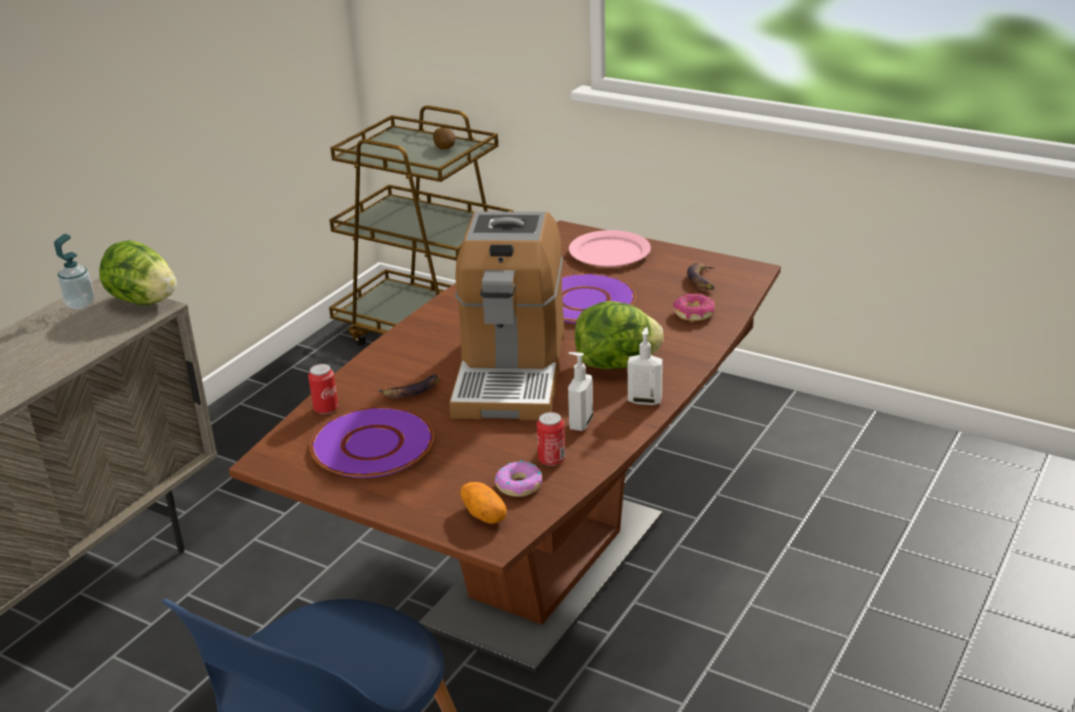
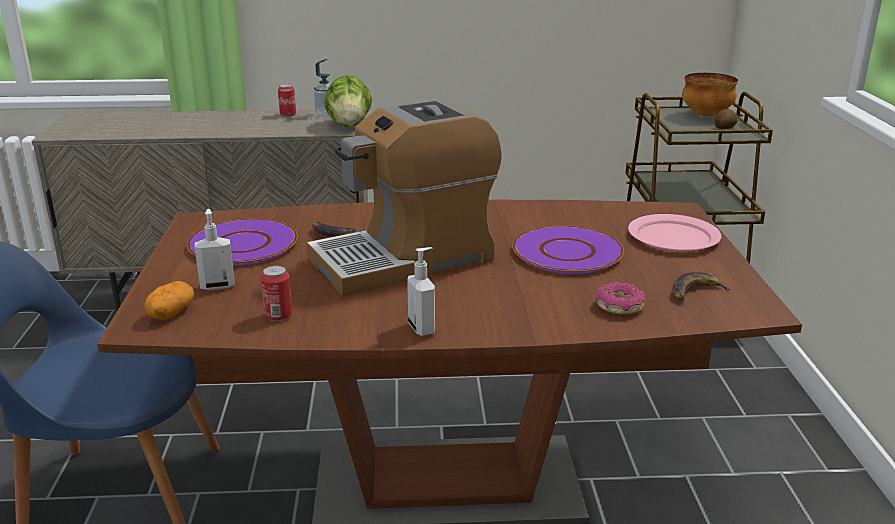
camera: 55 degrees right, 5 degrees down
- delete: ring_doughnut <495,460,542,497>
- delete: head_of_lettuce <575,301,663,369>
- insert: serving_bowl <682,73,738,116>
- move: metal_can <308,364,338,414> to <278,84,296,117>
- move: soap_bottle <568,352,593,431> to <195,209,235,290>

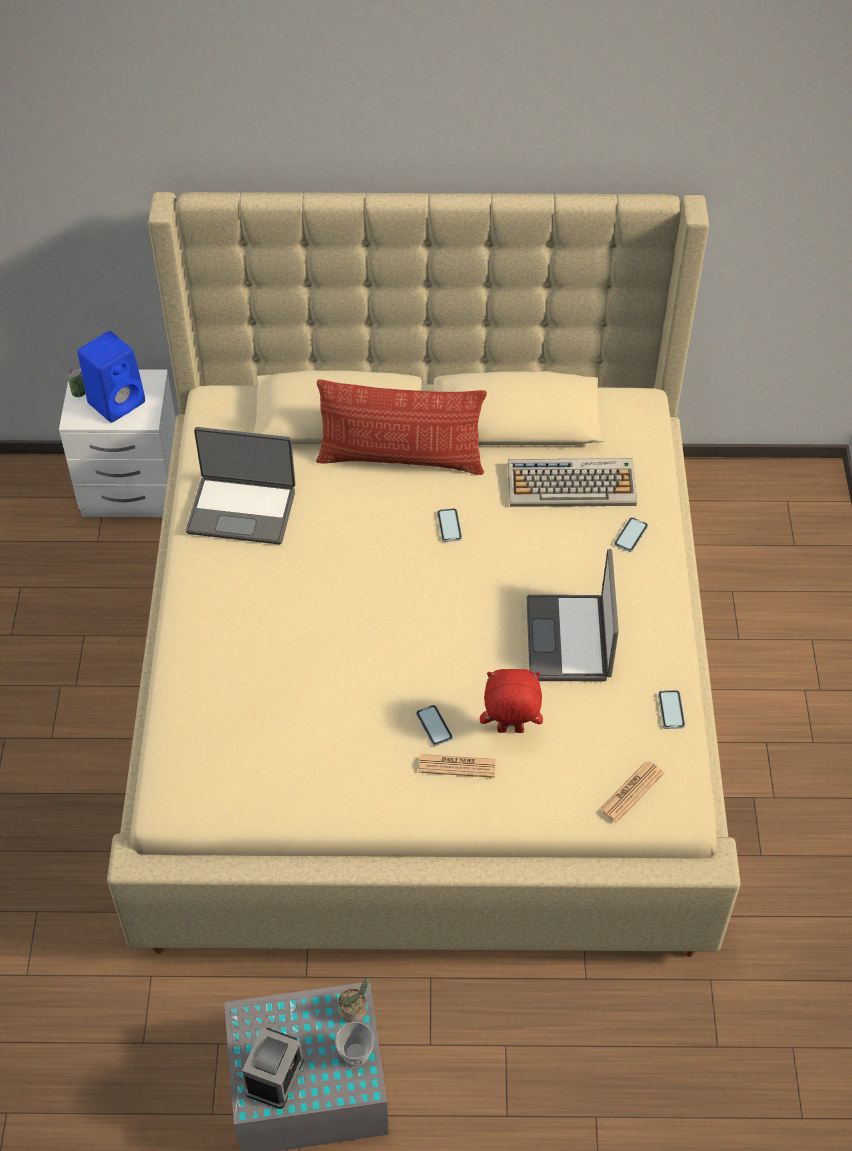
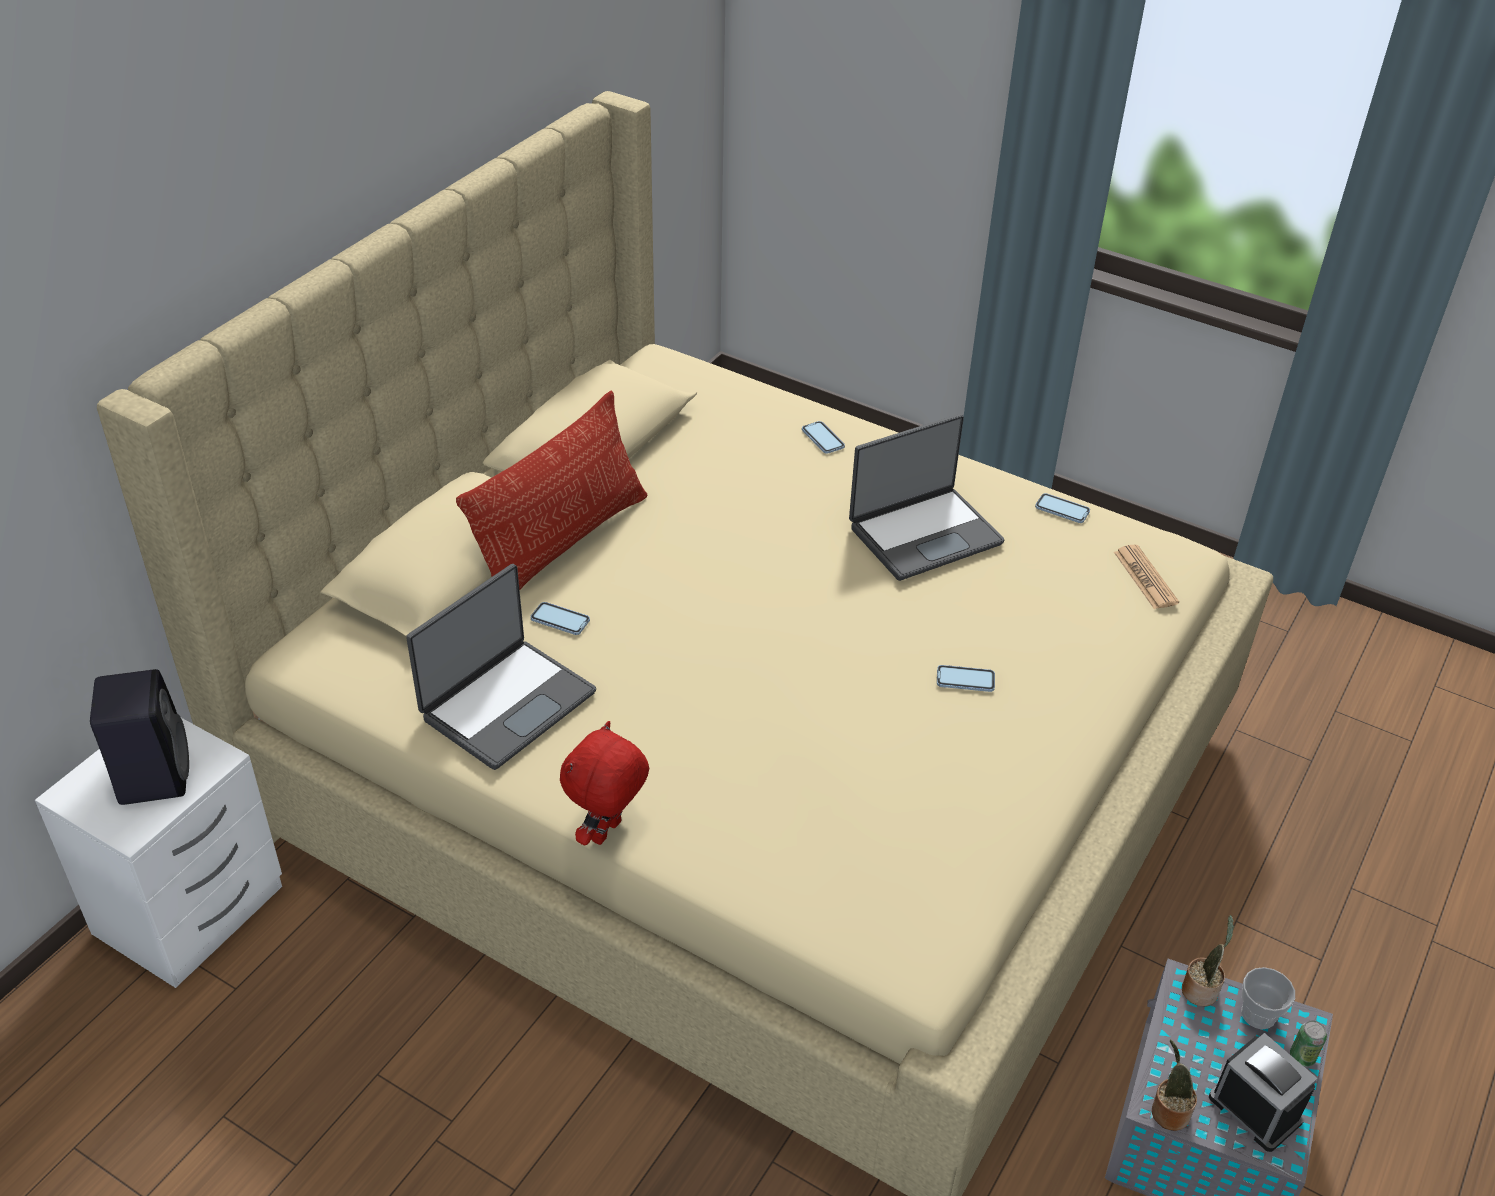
camera: 60 degrees left, 10 degrees down
- delete: printed_paper <419,754,496,778>
- delete: PC_keyboard <508,458,637,507>
- insert: houseplant <1152,1039,1197,1131>
- move: metal_can <67,368,86,397> to <1290,1020,1327,1067>
- move: handset <437,508,462,542> to <531,602,590,635>
- move: red_plush_toy <480,669,543,733> to <560,721,649,846>
- recolor: bluish_loudspeaker <78,331,145,423> to black-coloured_loudspeaker <90,669,189,805>
- rotate: portable_computer <527,549,619,681> = <849,414,1004,581> 60 degrees counterclockwise

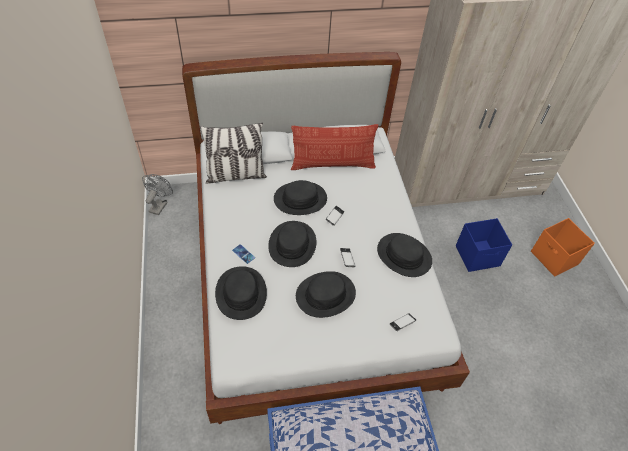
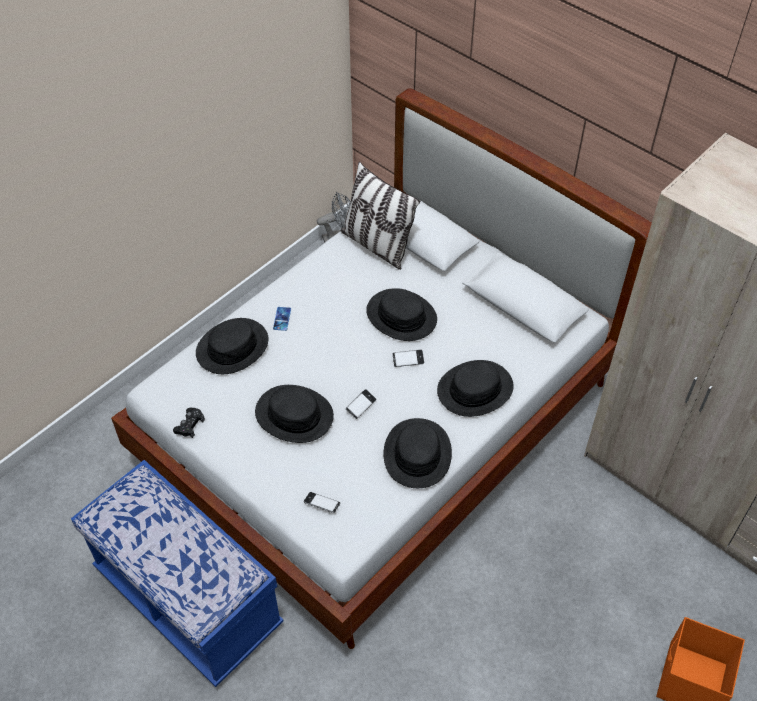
camera: 55 degrees right, 0 degrees up
- delete: throw_pillow <291,124,379,170>
- delete: bluish_storage_box <456,218,512,272>
- insert: black-coloured_game_controller <173,408,205,438>
- move: black-coloured_hat <268,221,316,267> to <437,360,514,417>

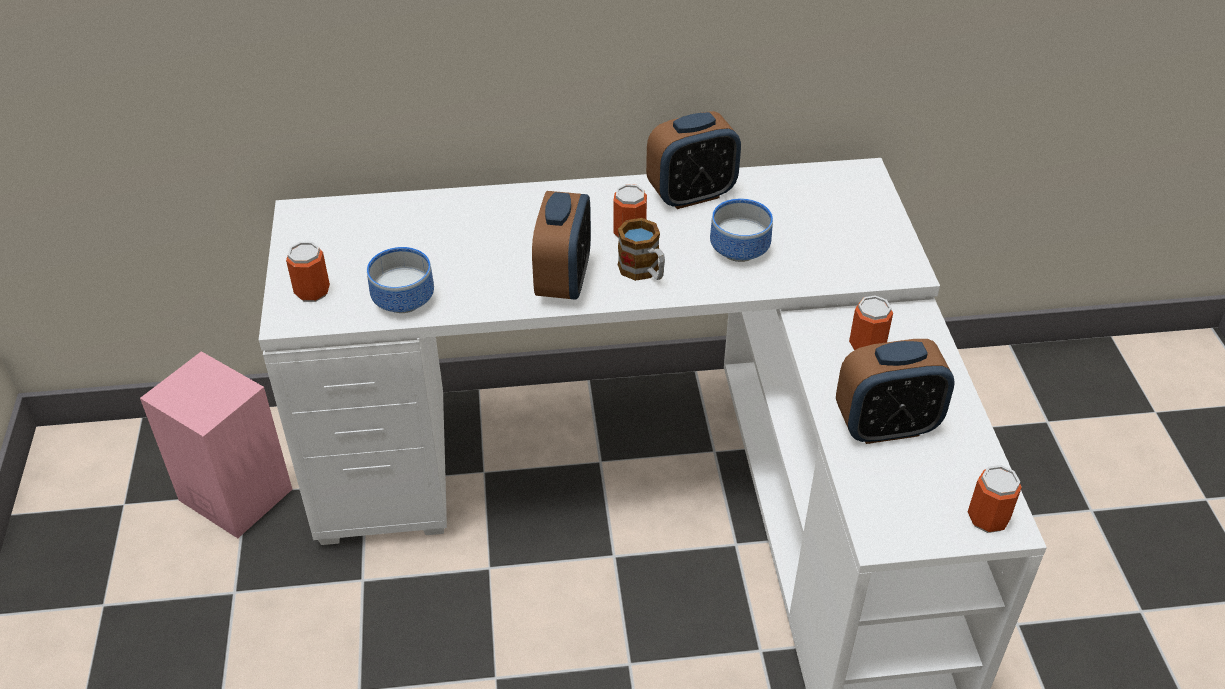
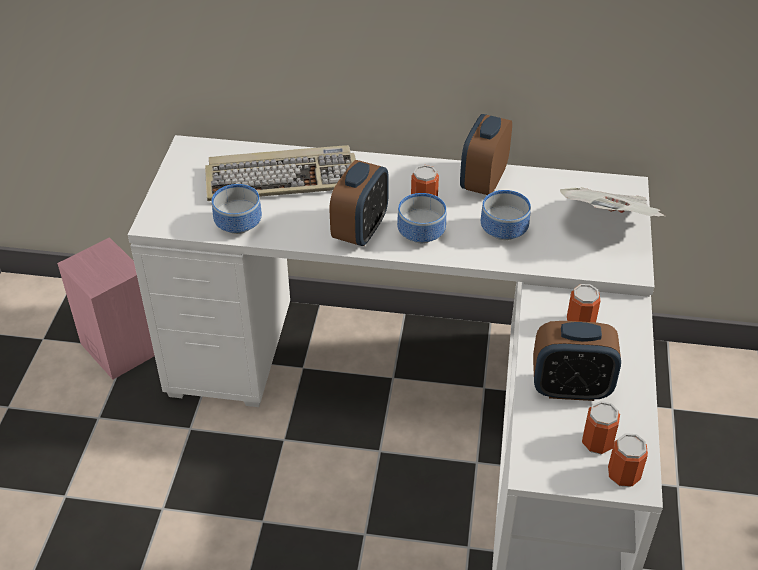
camera: 15 degrees right, 0 degrees up
- insert: PC_keyboard <205,145,356,201>
- insert: printed_paper <560,187,665,216>
- move: metal_can <286,242,330,302> to <582,401,620,454>
- replace: mug <618,218,665,281> to serving_bowl <397,193,446,243>
- rotate: bedside_clock <646,111,741,209> = <460,114,512,195> 120 degrees clockwise

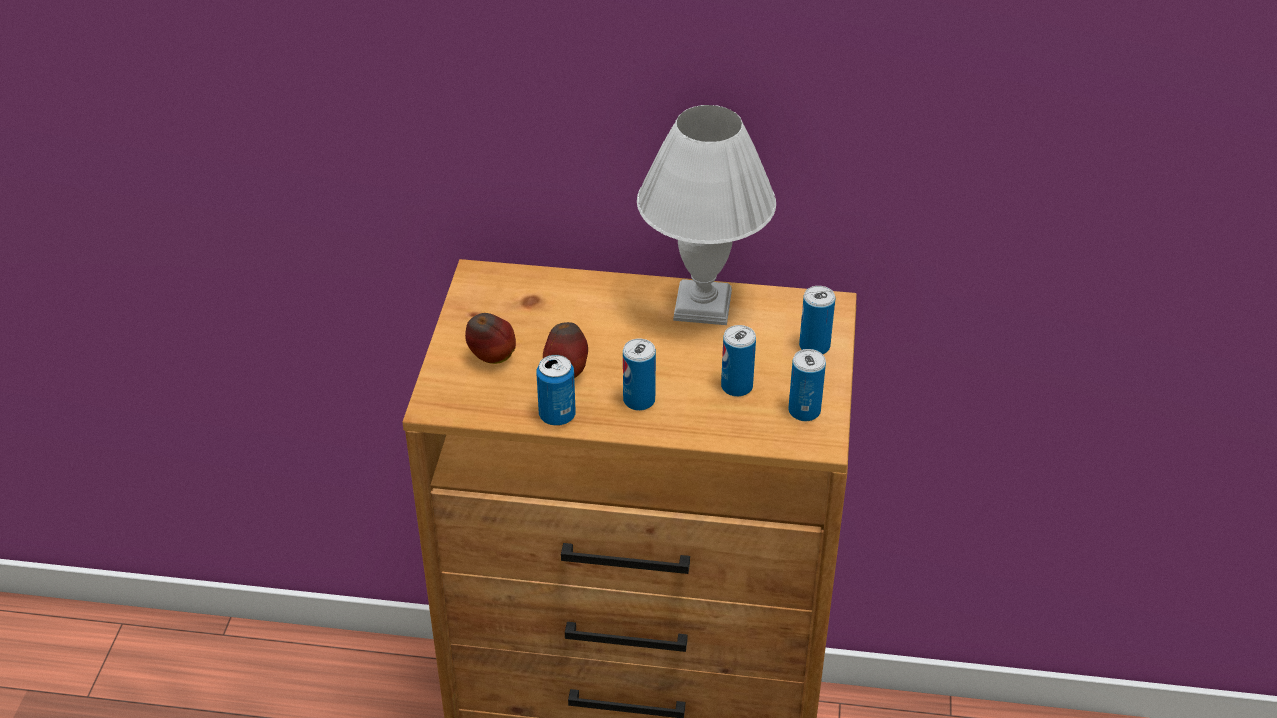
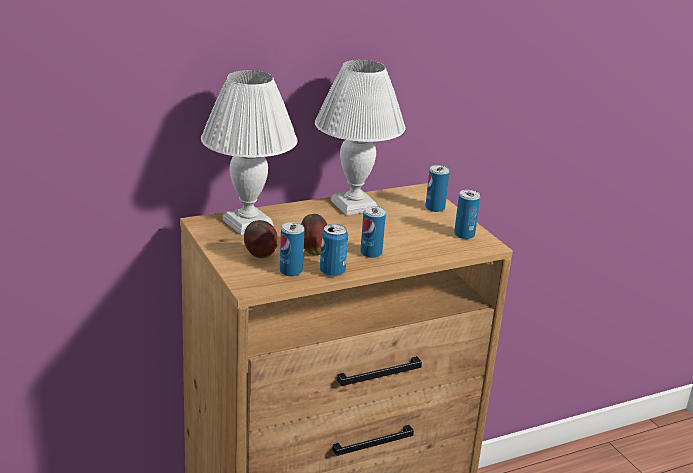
camera: 35 degrees left, 15 degrees down
- insert: white_table_lamp <201,70,298,235>
- move: metal_can <721,325,756,397> to <280,222,305,276>

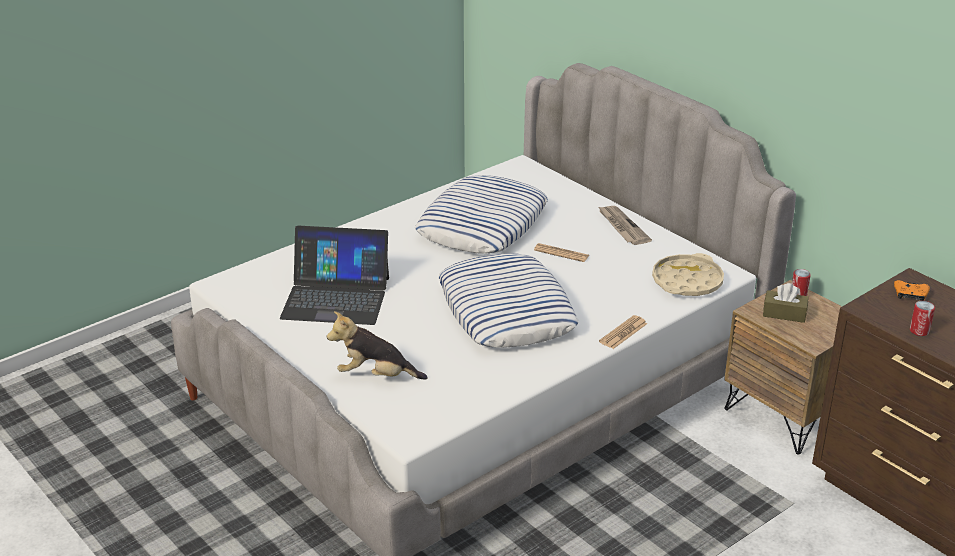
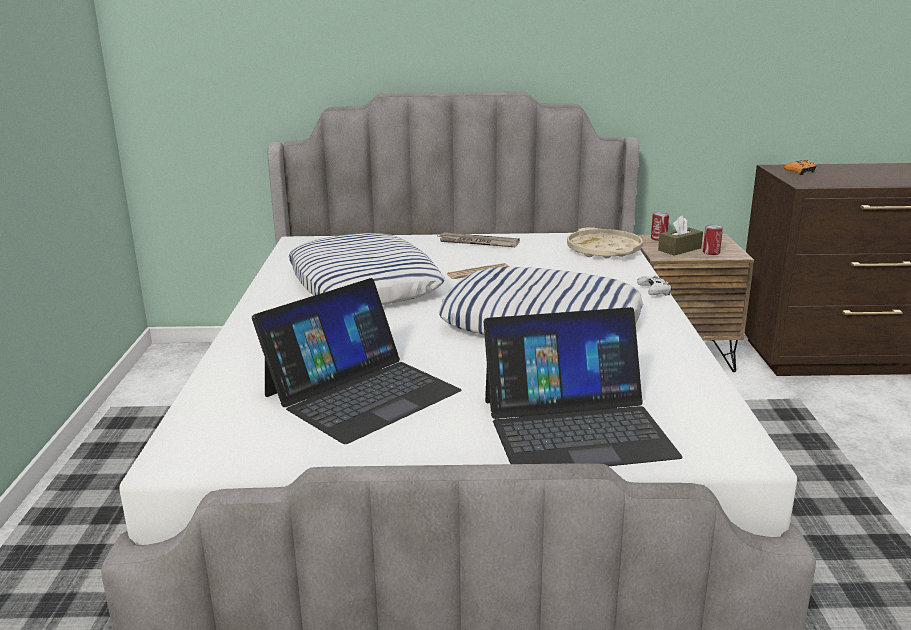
camera: 50 degrees left, 10 degrees down
- move: metal_can <910,301,935,336> to <703,225,723,255>
- replace: plush_toy <327,311,427,380> to portable_computer <483,307,682,466>
- replace: printed_paper <599,315,647,349> to white_game_controller <637,275,672,296>

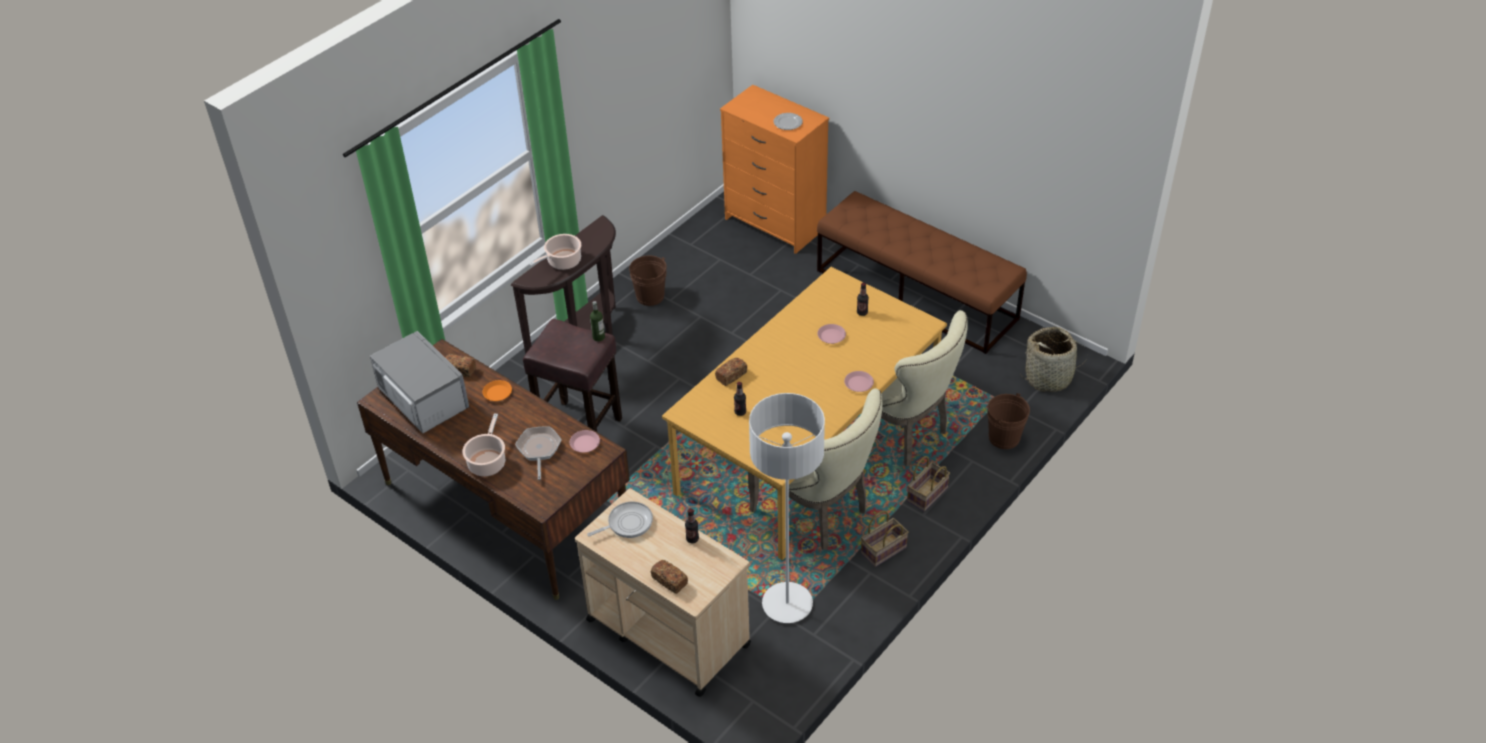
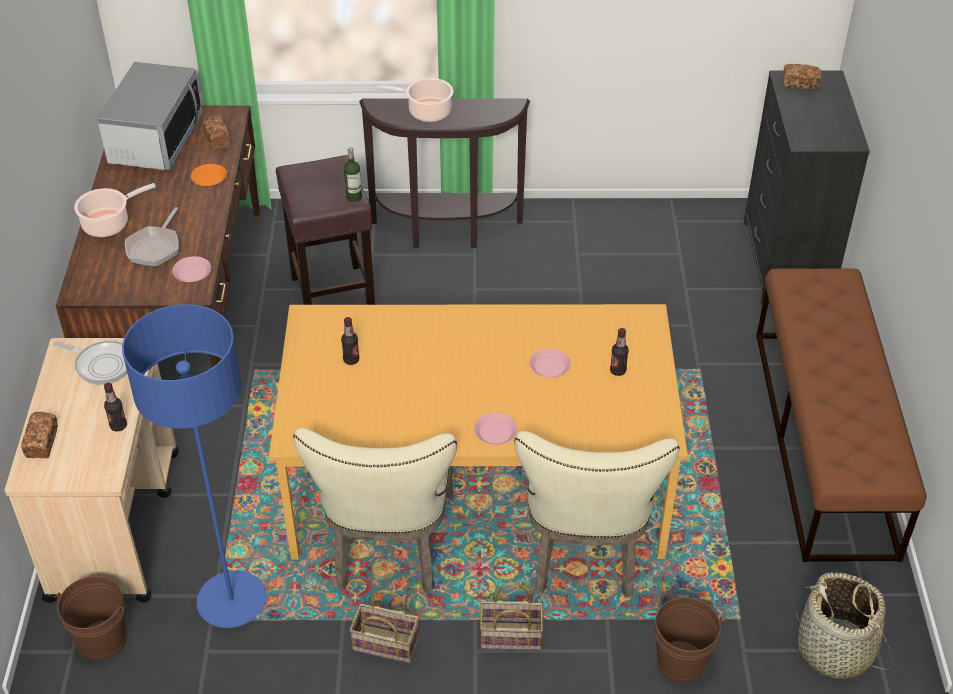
camera: 50 degrees right, 0 degrees up
- delete: plate <773,113,803,130>
- move: brown-coloured_water_bucket <629,255,667,306> to <54,576,126,660>
- move: bakery_bread <715,358,747,386> to <783,64,821,89>
- recolor: orangey_dresser <720,85,829,254> to black-coloured_dresser <744,70,870,304>
- recolor: white_standing_lamp <749,393,825,623> to bluish_standing_lamp <122,304,266,628>
- rotate: frying_pan <515,426,562,480> = <125,207,179,266> 150 degrees clockwise

